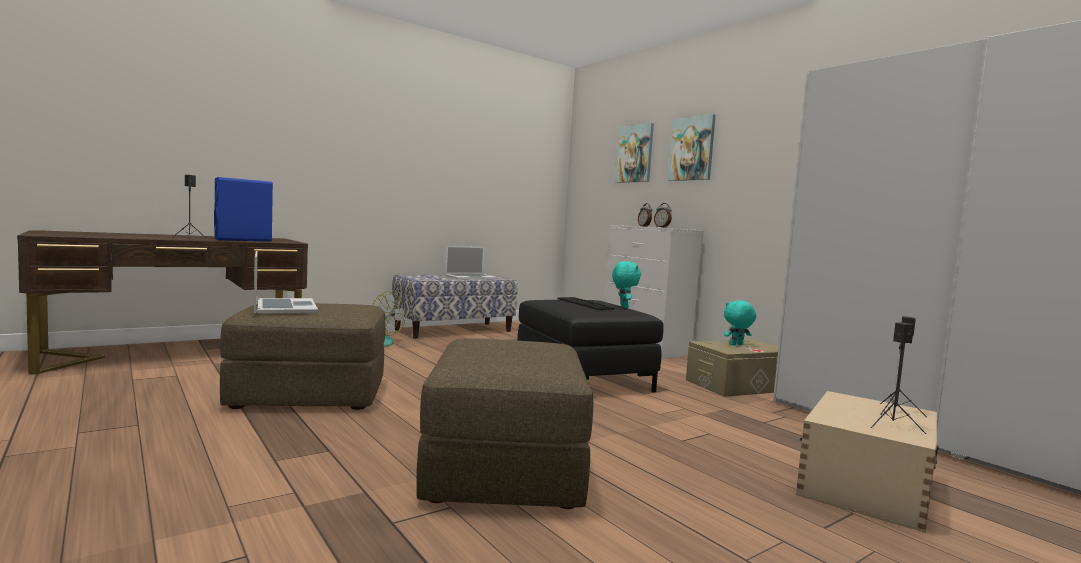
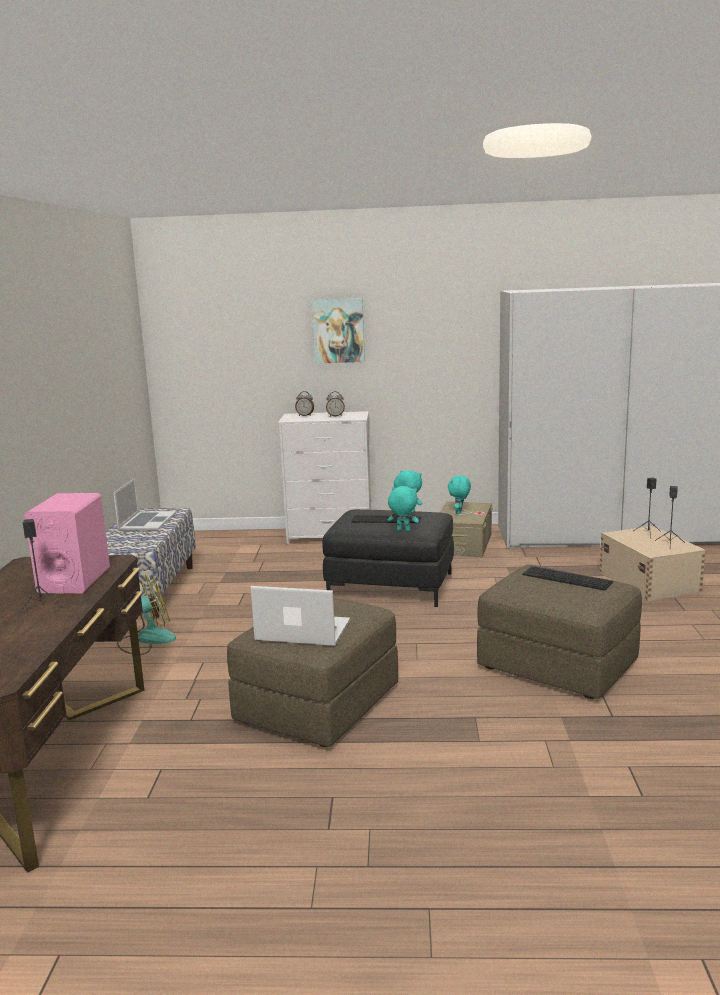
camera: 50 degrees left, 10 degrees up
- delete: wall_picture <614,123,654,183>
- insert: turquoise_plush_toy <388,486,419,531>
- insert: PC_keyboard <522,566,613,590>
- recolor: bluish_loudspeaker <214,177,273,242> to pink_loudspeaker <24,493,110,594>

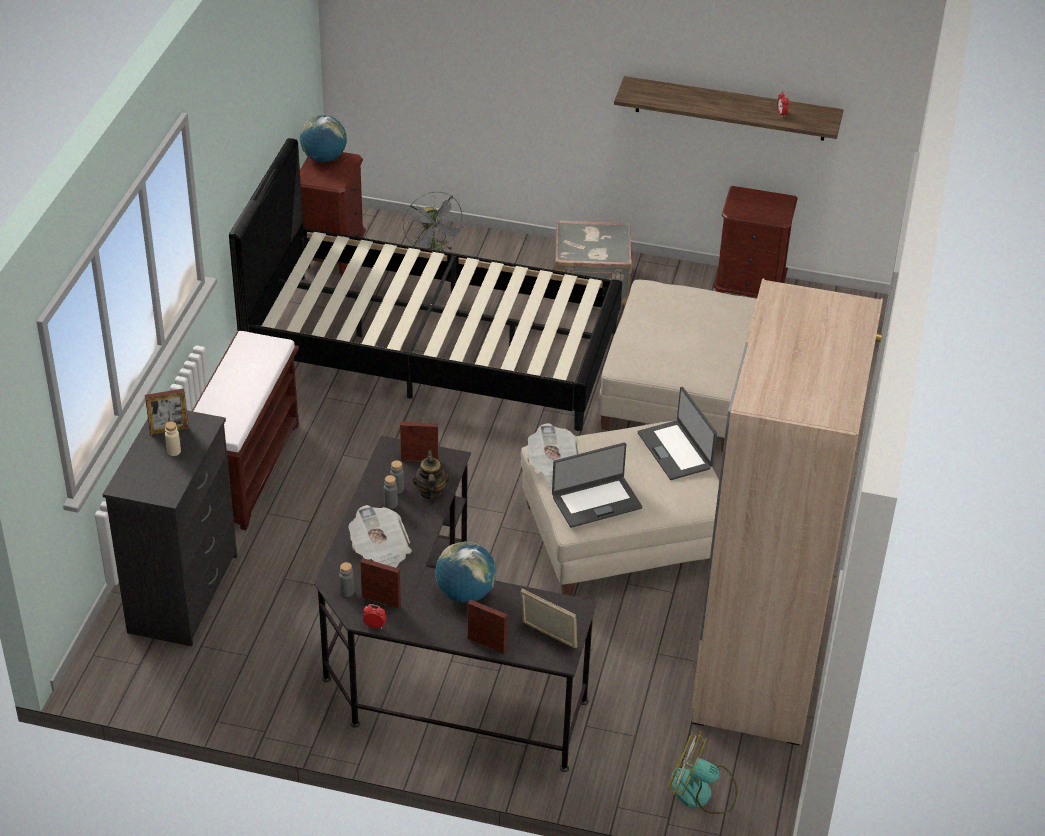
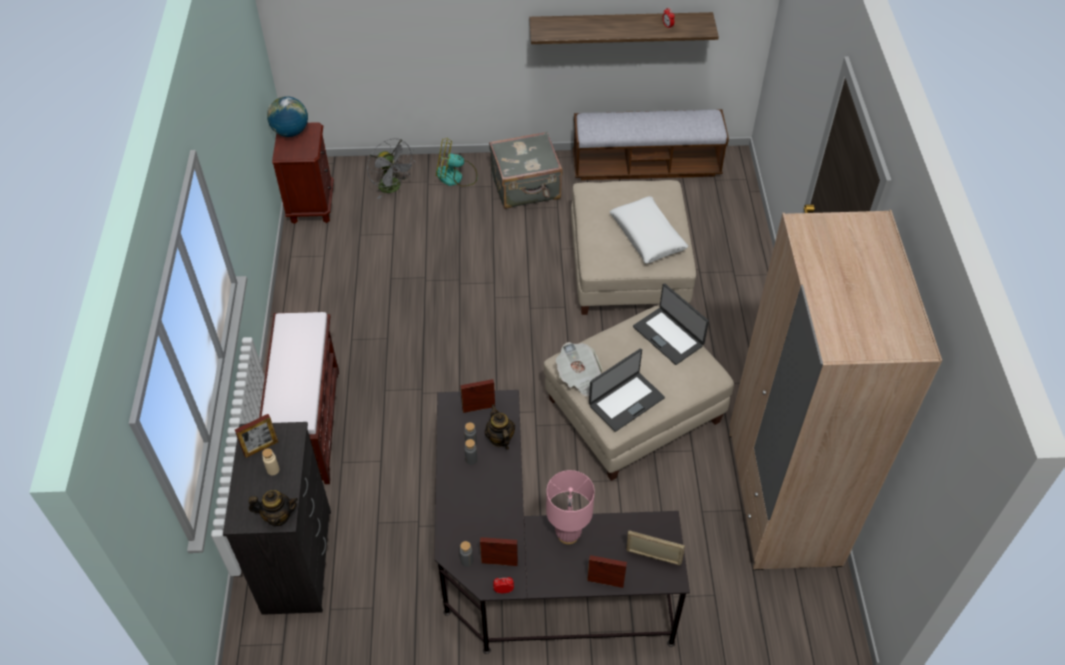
camera: 15 degrees left, 10 degrees up
- delete: black-coloured_bed <229,138,622,431>
- delete: printed_paper <348,505,412,568>
- insert: teapot <249,490,298,526>
- insert: white_throw_pillow <609,196,688,263>
- move: fan <668,731,737,814> to <436,137,477,187>
- replace: world_globe <435,542,496,603> to pink_table_lamp <546,470,595,544>
- replace: brown-coloured_bedside_table <714,186,798,297> to indoor_bench <573,109,729,180>

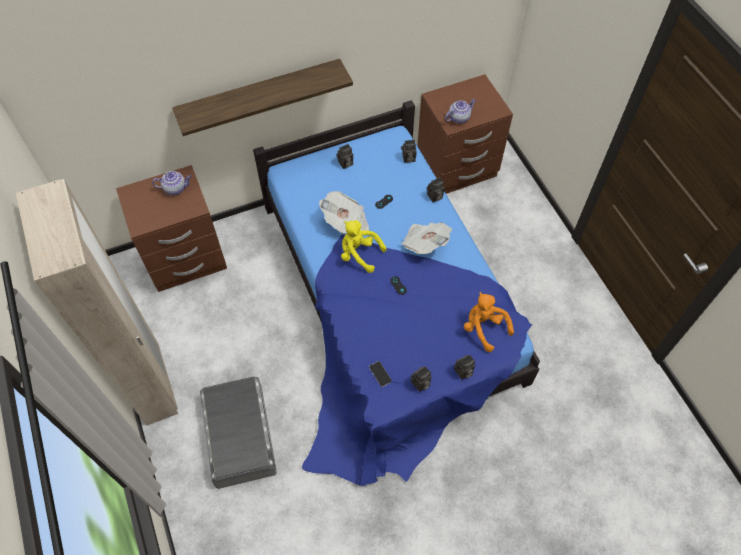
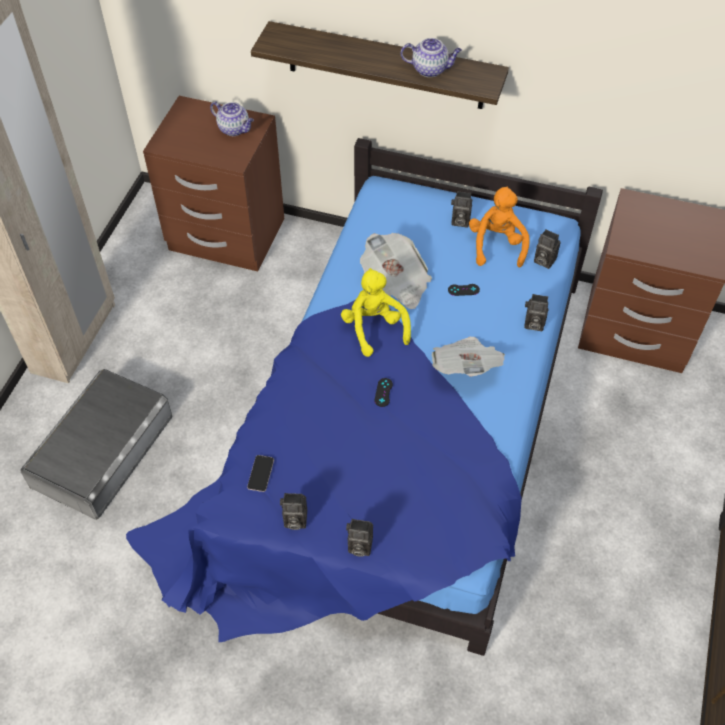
camera: 40 degrees right, 5 degrees down
- move: teapot <445,99,476,124> to <401,38,462,77>
- move: orangey_plush_toy <464,292,514,352> to <469,187,530,267>

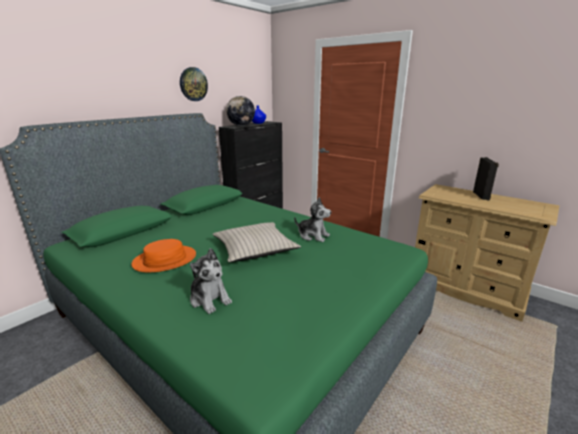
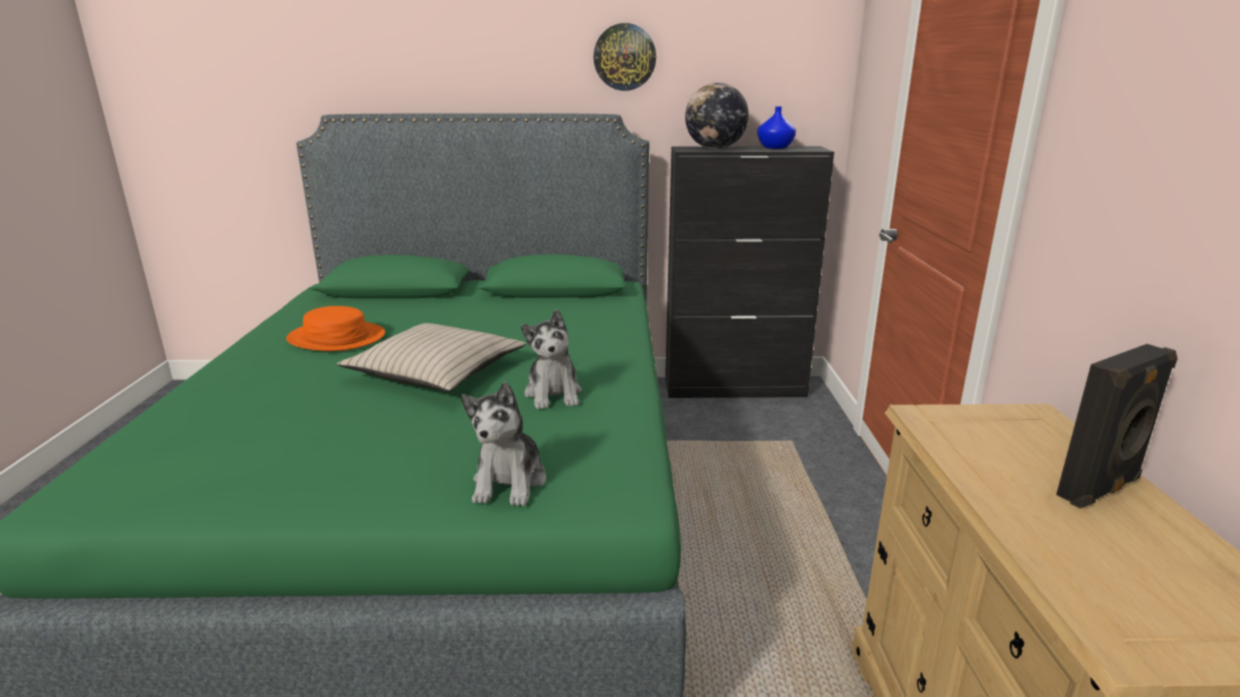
camera: 50 degrees right, 0 degrees up
- move: plush_toy <190,248,232,314> to <461,382,546,506>

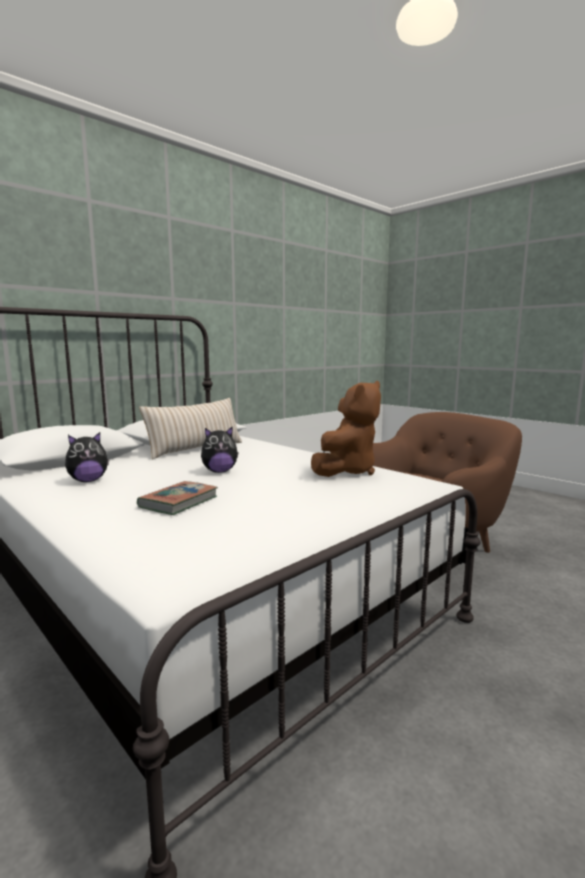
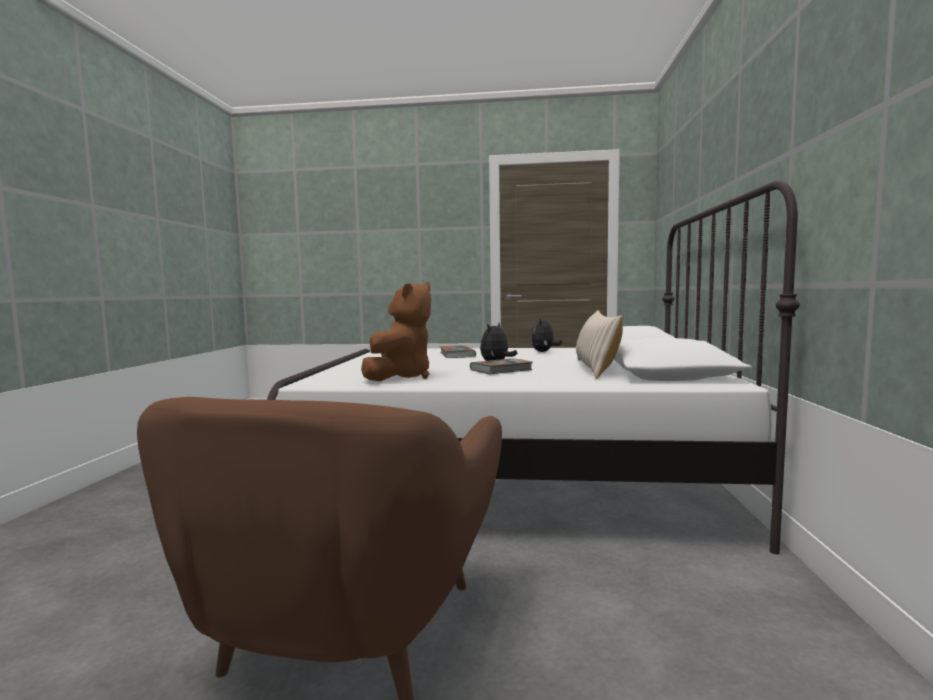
camera: 140 degrees right, 5 degrees down
- insert: volume <470,358,533,374>
- rotate: brown-coloured_plush_toy <311,381,381,477> = <361,282,431,381> 150 degrees counterclockwise

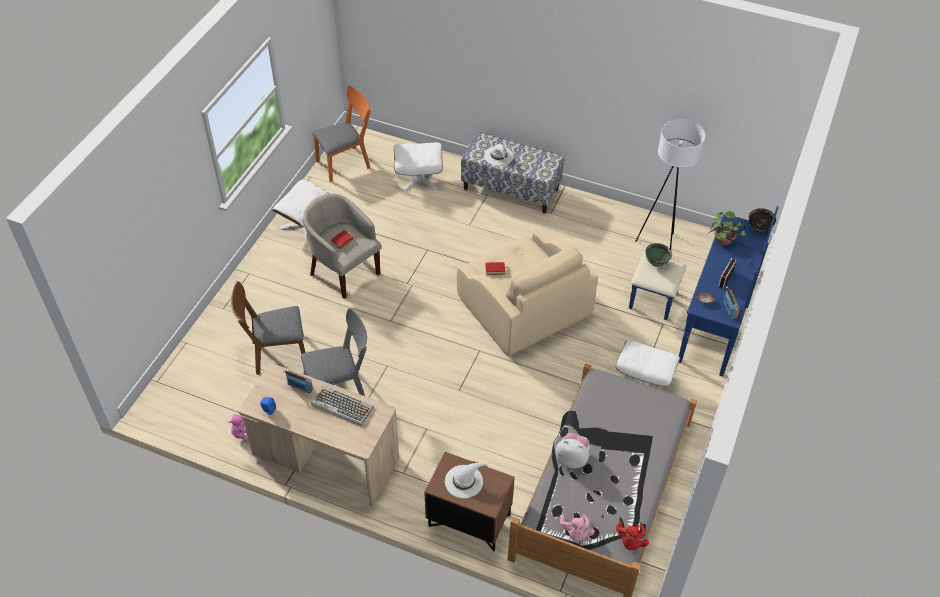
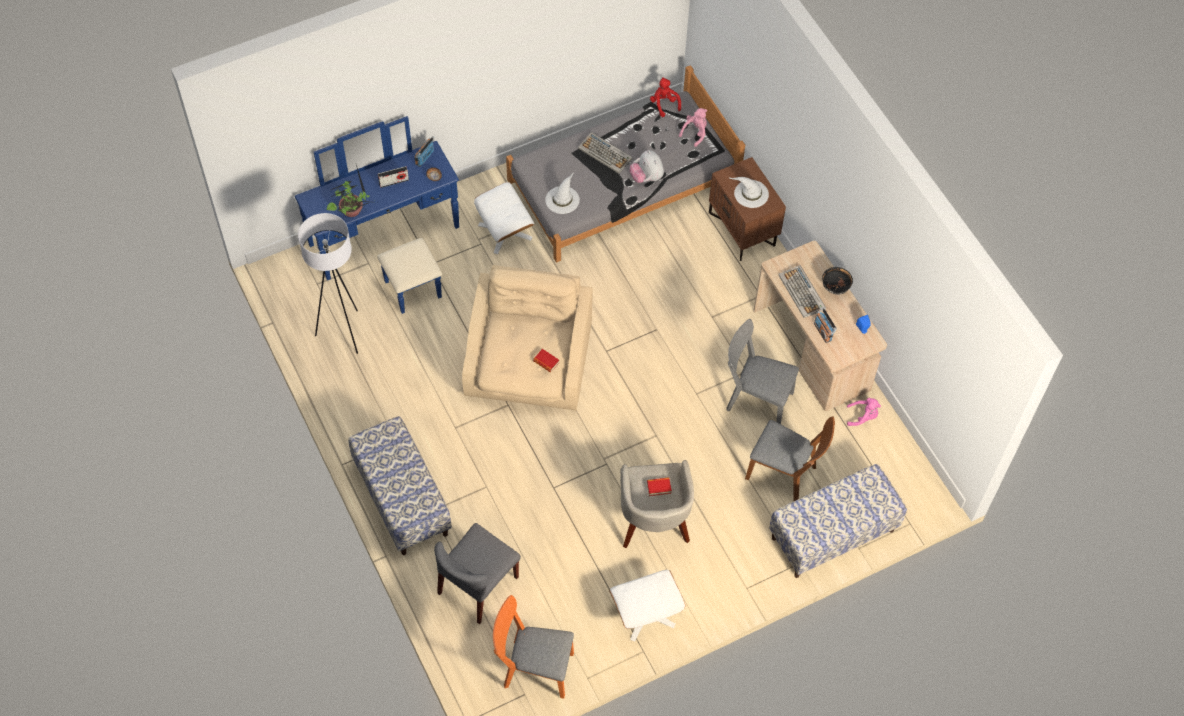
camera: 140 degrees left, 10 degrees up
- delete: greenish_serving_bowl <645,243,672,267>
- insert: PC_keyboard <578,132,633,173>
- insert: indoor_bench <769,464,907,578>
- move: white_hat <484,144,513,166> to <545,172,580,214>
- move: black-coloured_serving_bowl <749,208,776,232> to <822,267,853,294>
- replace: white_ottoman <394,143,443,191> to grey_plain_chair <434,523,521,624>
- rotate: red_plush_toy <616,521,649,550> = <650,78,681,117> 75 degrees counterclockwise

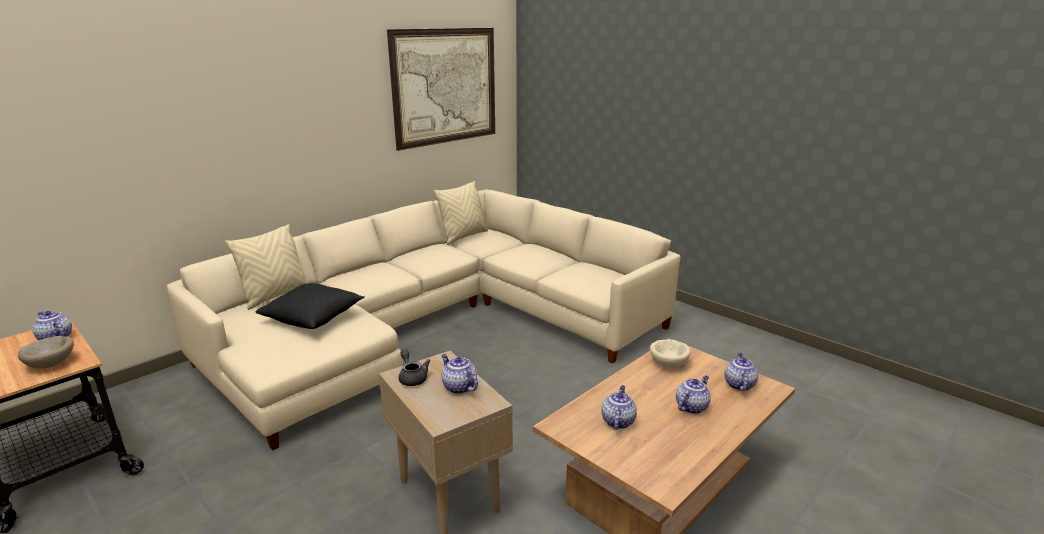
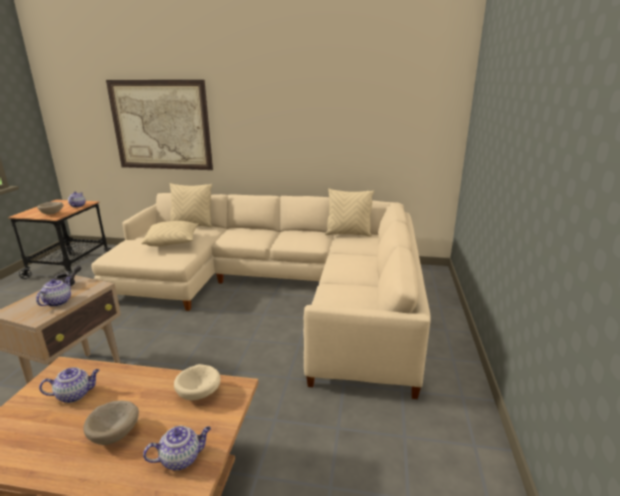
camera: 55 degrees right, 0 degrees up
- move: wall_picture <387,28,495,151> to <106,80,213,170>
- replace: teapot <676,376,711,414> to beige-coloured_serving_bowl <83,401,139,445>
- recolor: black-coloured_throw_pillow <256,283,365,329> to beige-coloured_throw_pillow <141,221,199,247>

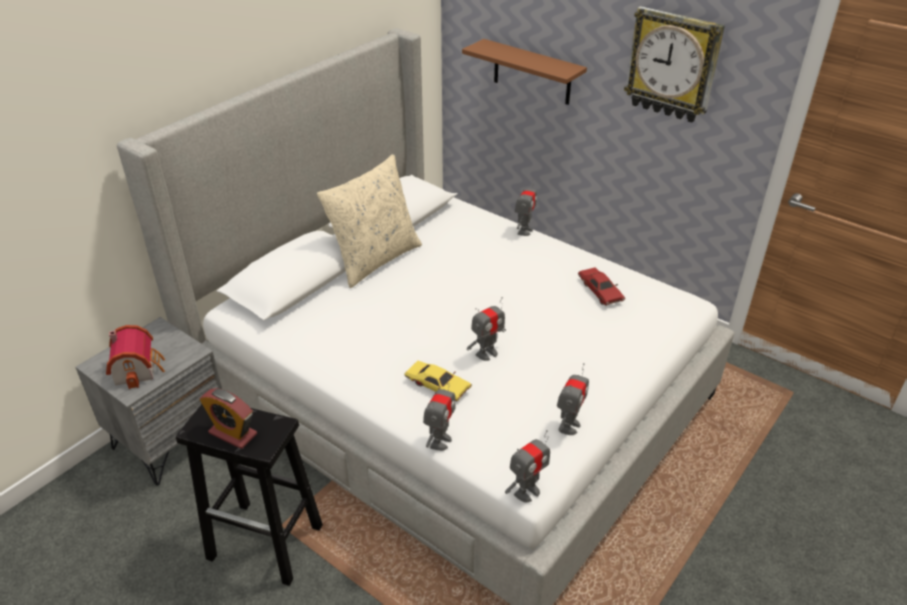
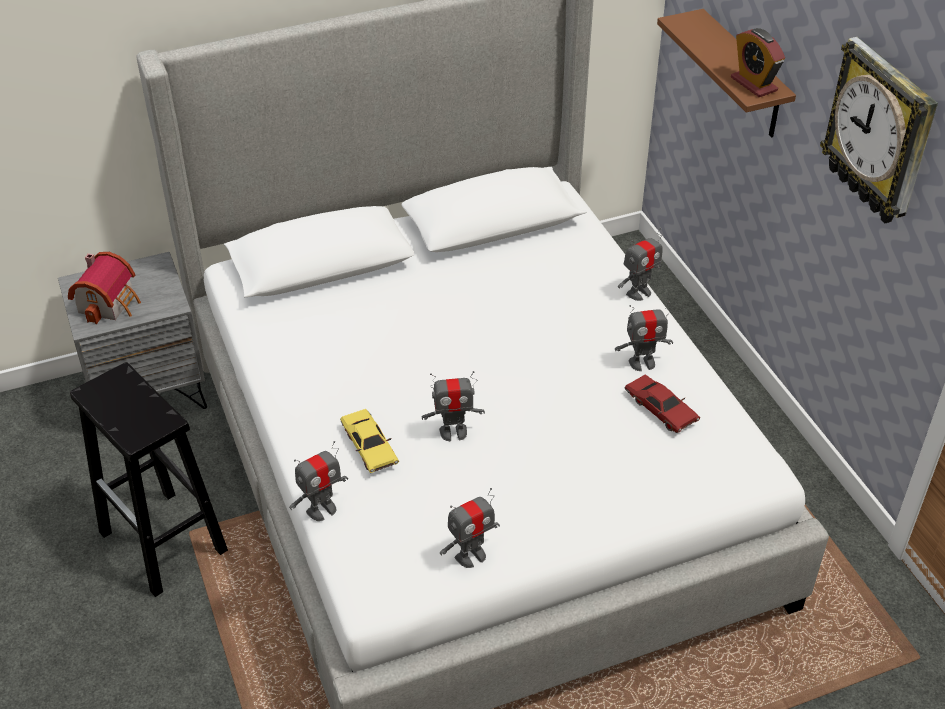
camera: 30 degrees right, 5 degrees up
- delete: beige-coloured_throw_pillow <317,154,422,288>
- move: bedside_clock <200,388,257,449> to <731,28,785,97>
- move: toy_robot <505,430,550,503> to <615,302,673,371>
- rotate: red_toy_car <578,267,625,306> = <624,374,700,433> 45 degrees counterclockwise

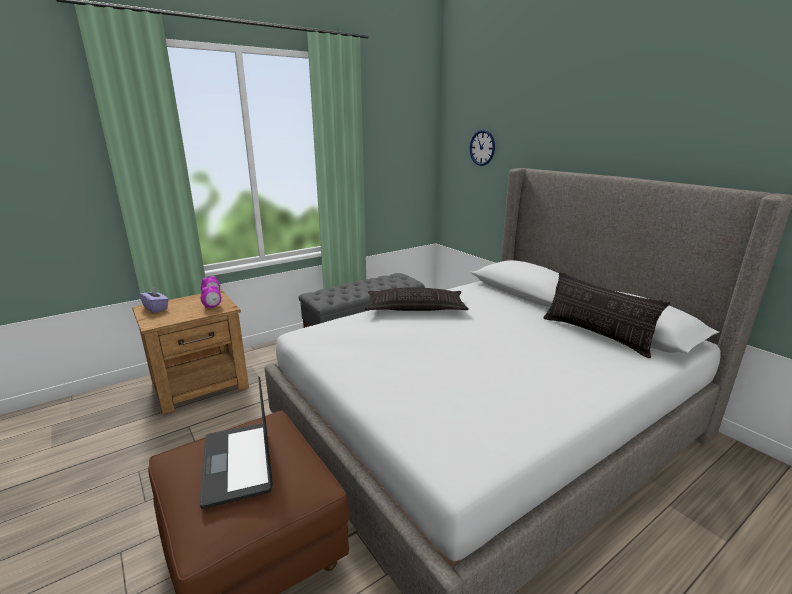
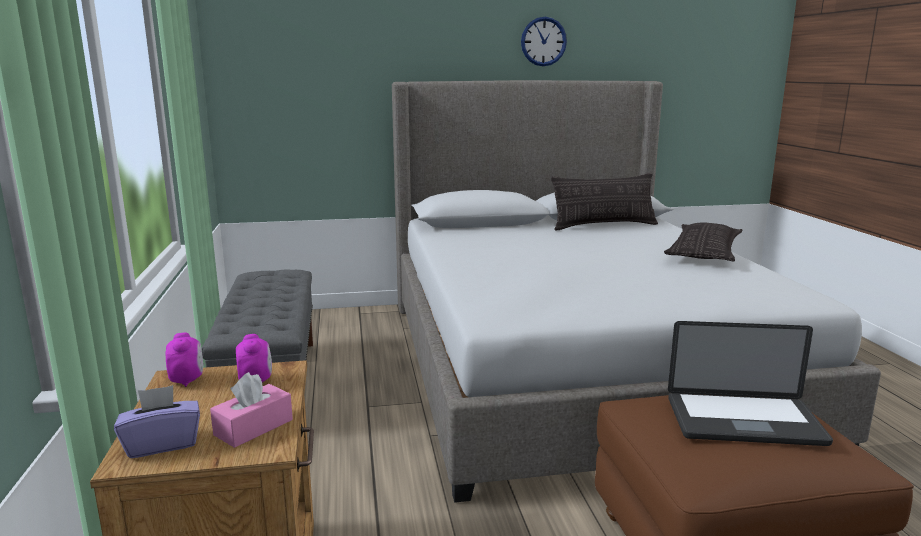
camera: 65 degrees left, 5 degrees down
- insert: pink_box_of_tissues <210,372,293,448>
- move: throw_pillow <365,287,469,311> to <664,222,743,262>
- move: clock_on_the_wall <469,130,495,166> to <521,17,567,66>

